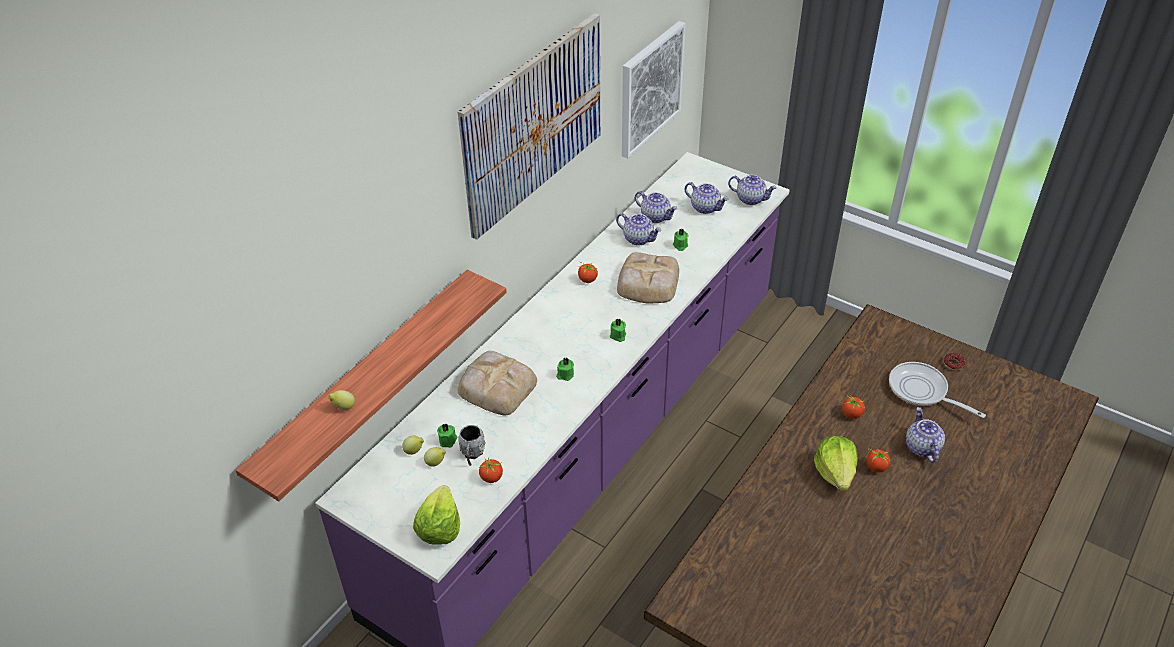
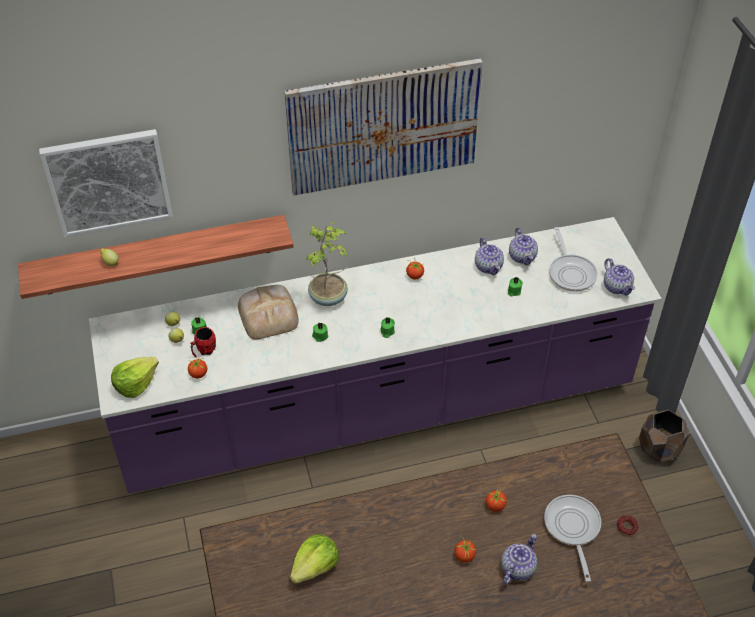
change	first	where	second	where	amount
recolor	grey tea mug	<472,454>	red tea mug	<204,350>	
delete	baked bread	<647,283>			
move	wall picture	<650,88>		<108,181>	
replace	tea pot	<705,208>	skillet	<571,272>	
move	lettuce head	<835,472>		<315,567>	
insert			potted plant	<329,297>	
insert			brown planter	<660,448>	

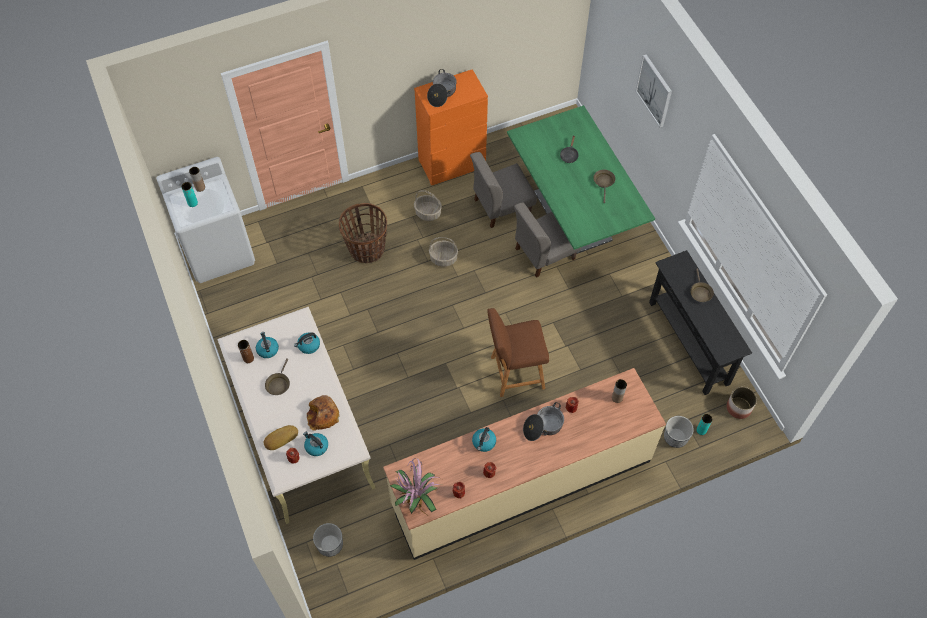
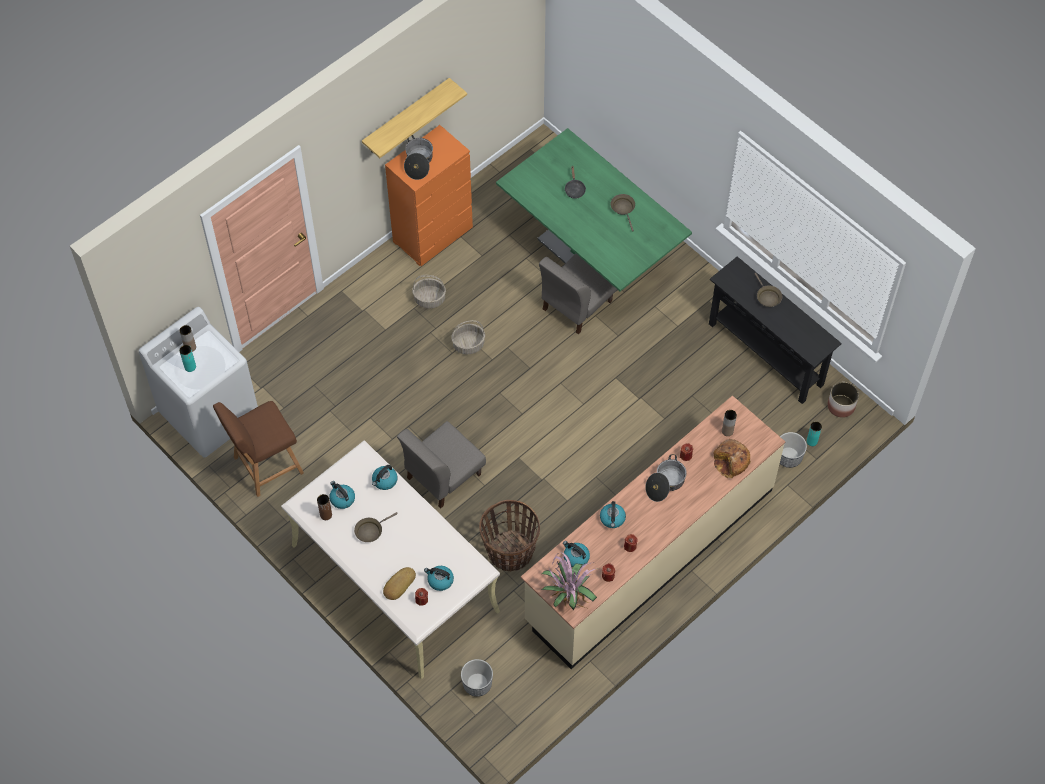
change	first	where	second	where	amount
rotate	brown skillet	<278,384>		<370,530>	60 degrees clockwise
move	baked bread	<322,416>		<731,461>	
move	household basket	<366,249>		<510,552>	
move	grey chair	<501,206>		<443,476>	
move	brown sitting stool	<514,373>		<265,467>	
delete	wall picture	<654,90>			
insert			wall shelf	<406,117>	
insert			water kettle	<575,557>	

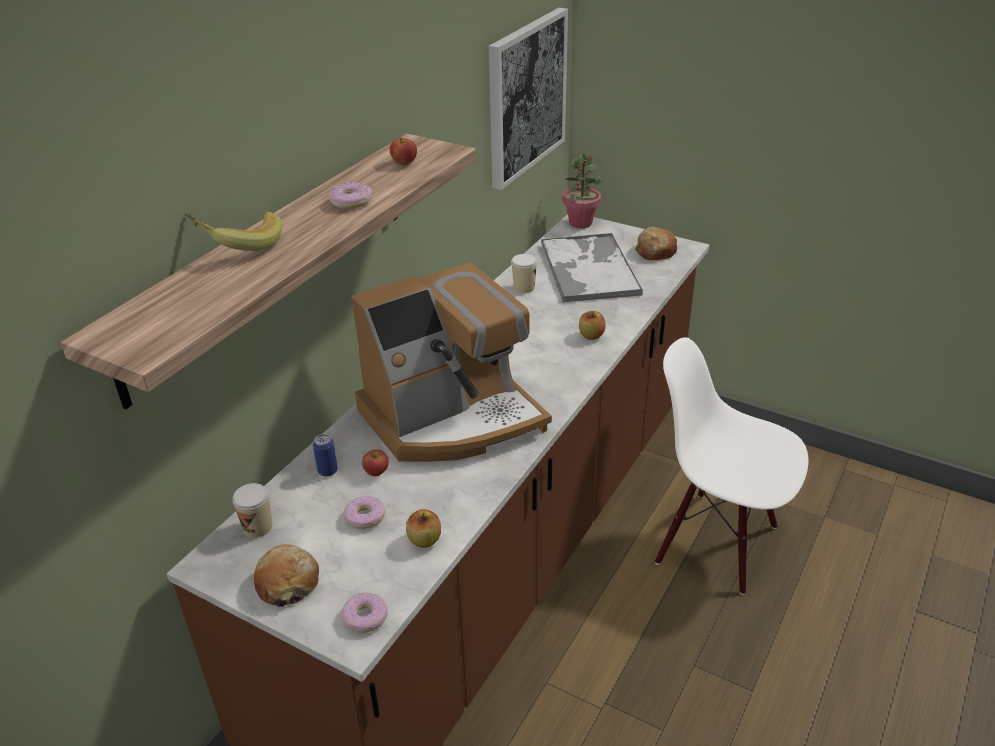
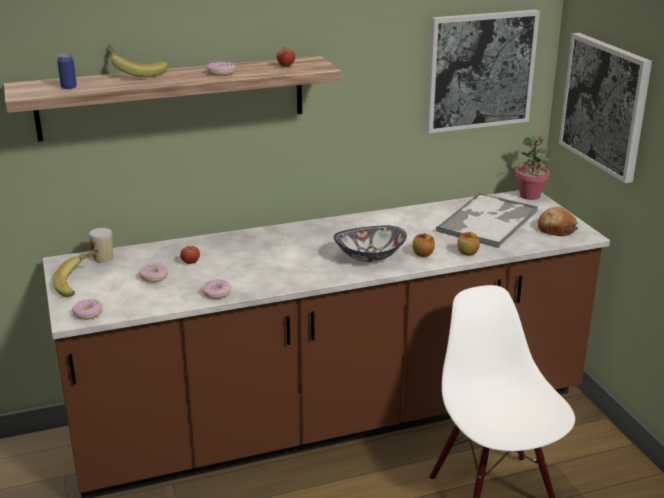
change	first	where	second	where	amount
replace	baked bread	<288,583>	whole banana	<80,285>	
move	can	<327,471>		<69,87>	
delete	coffee brewer	<452,418>			
move	apple	<424,540>		<467,253>	
delete	small cup	<524,288>			
insert			doughnut	<217,293>	
insert			deep dish	<370,257>	
insert			wall picture	<605,105>	

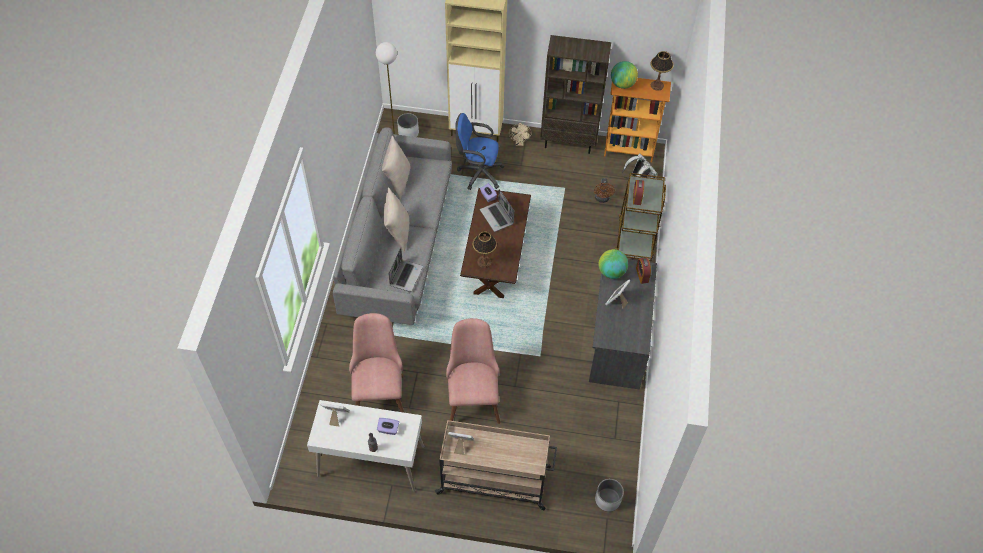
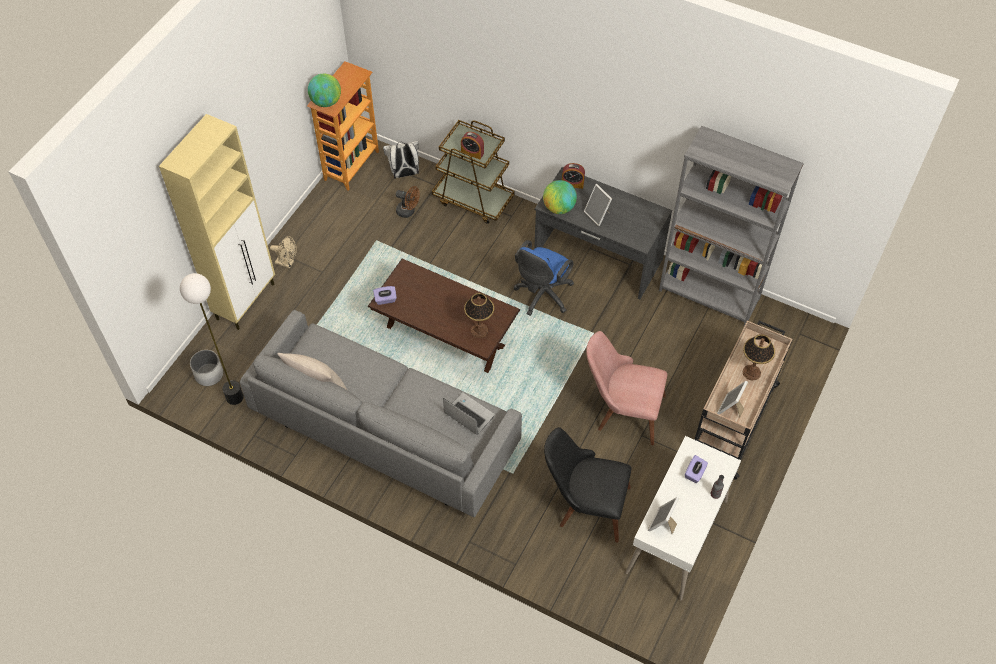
change	first	where	second	where	amount
recolor	pink-coloured chair	<379,389>	black chair	<584,505>	
delete	beige-coloured cushion	<397,232>			
move	blue desk chair	<478,173>		<542,296>	
delete	notebook computer	<497,217>			
delete	brown bookshelf	<569,142>			
delete	white planter	<607,499>			
move	lamp for a table	<657,85>		<751,372>	
insert			grey bookshelf	<709,294>	

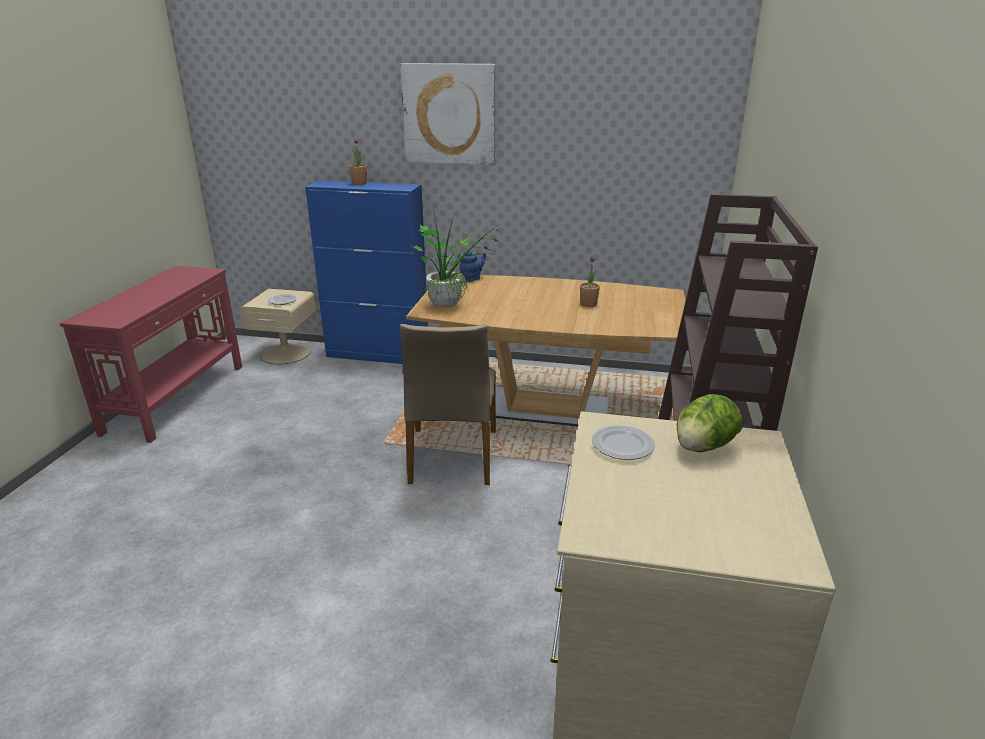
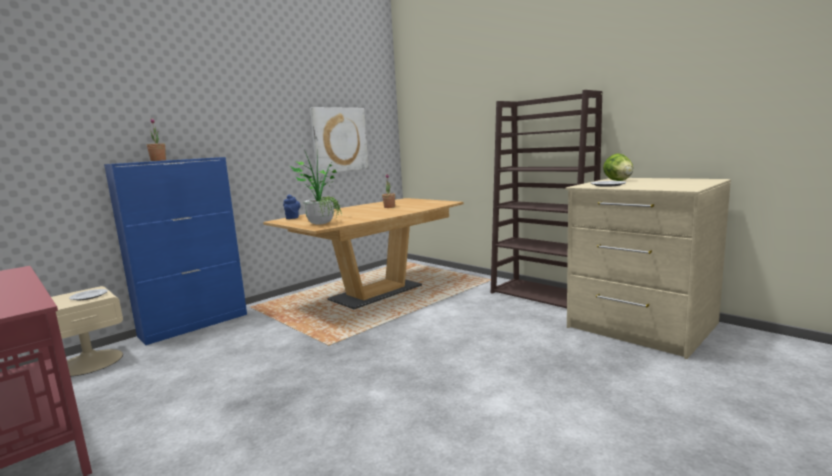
change	first	where	second	where	amount
move	wall picture	<449,114>		<339,140>	
delete	beige-coloured chair	<452,457>			

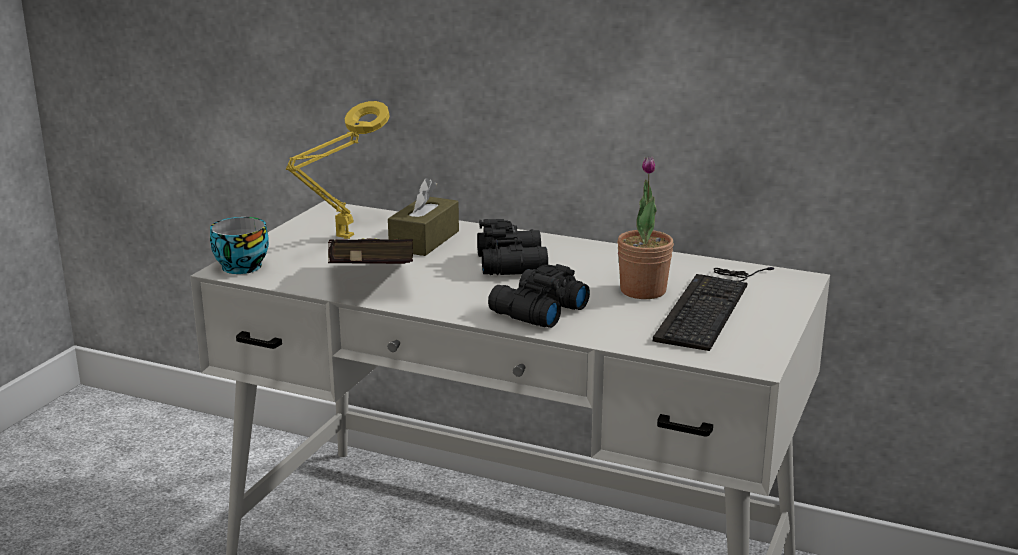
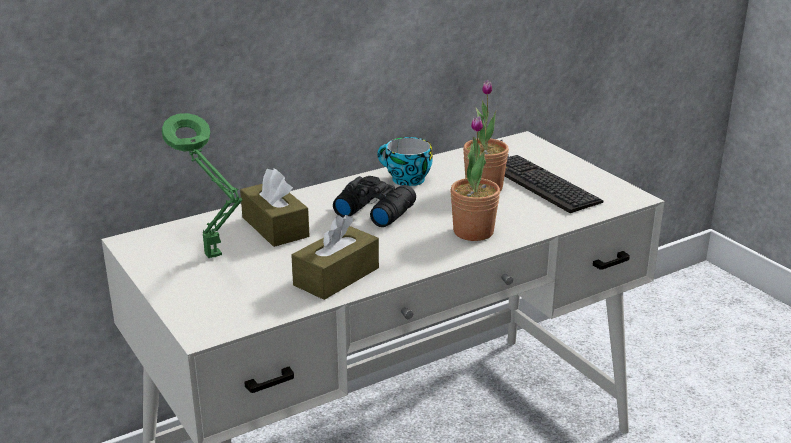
change	first	where	second	where	amount
move	small cup	<240,266>		<405,180>	
recolor	yellow lamp for a table	<342,239>	greenish lamp for a table	<215,258>	
replace	red book	<369,284>	brown box of tissues	<336,276>	
replace	black pair of binoculars	<536,311>	potted plant	<473,232>	

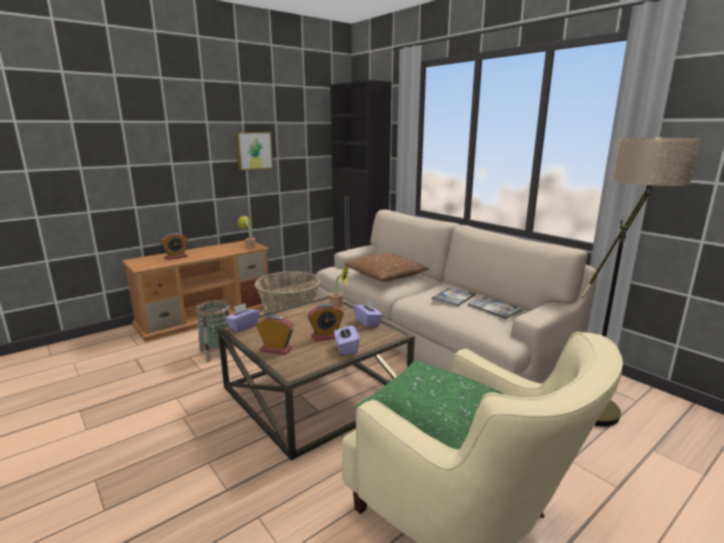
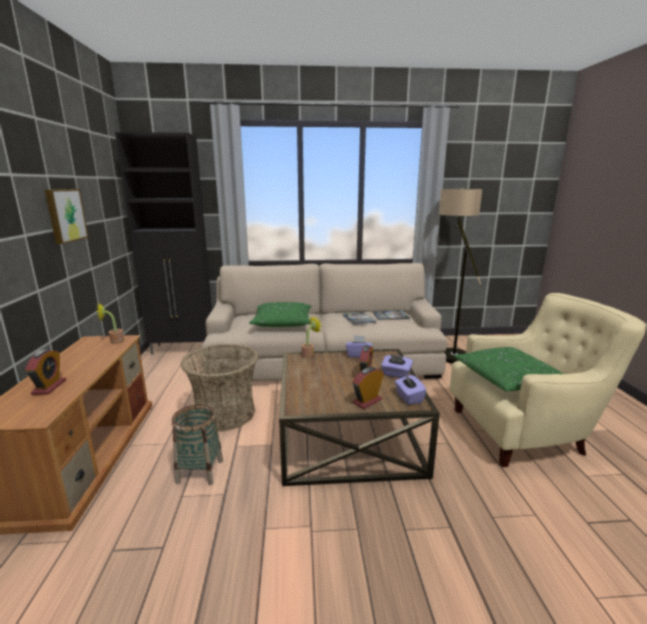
change	first	where	second	where	amount
move	purple box of tissues	<243,326>		<408,398>	
recolor	brown cushion	<385,275>	greenish cushion	<282,322>	

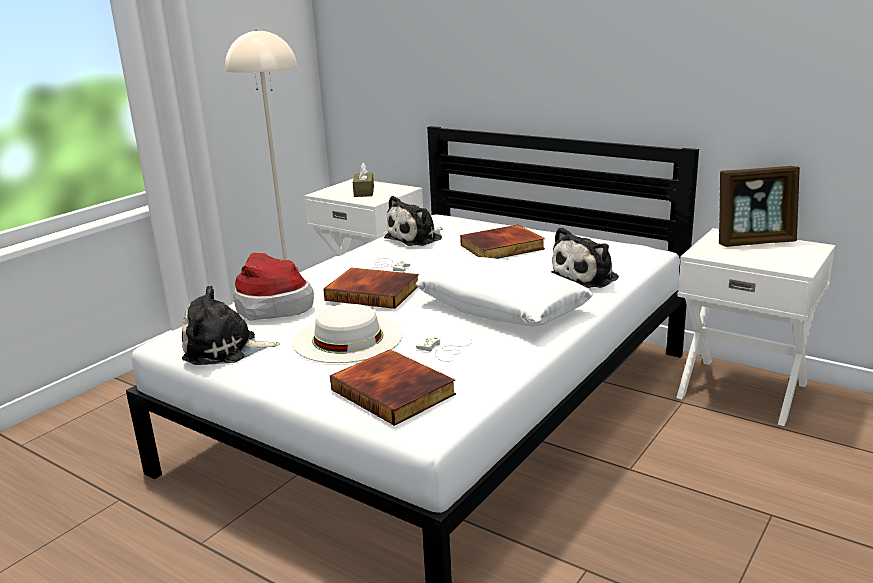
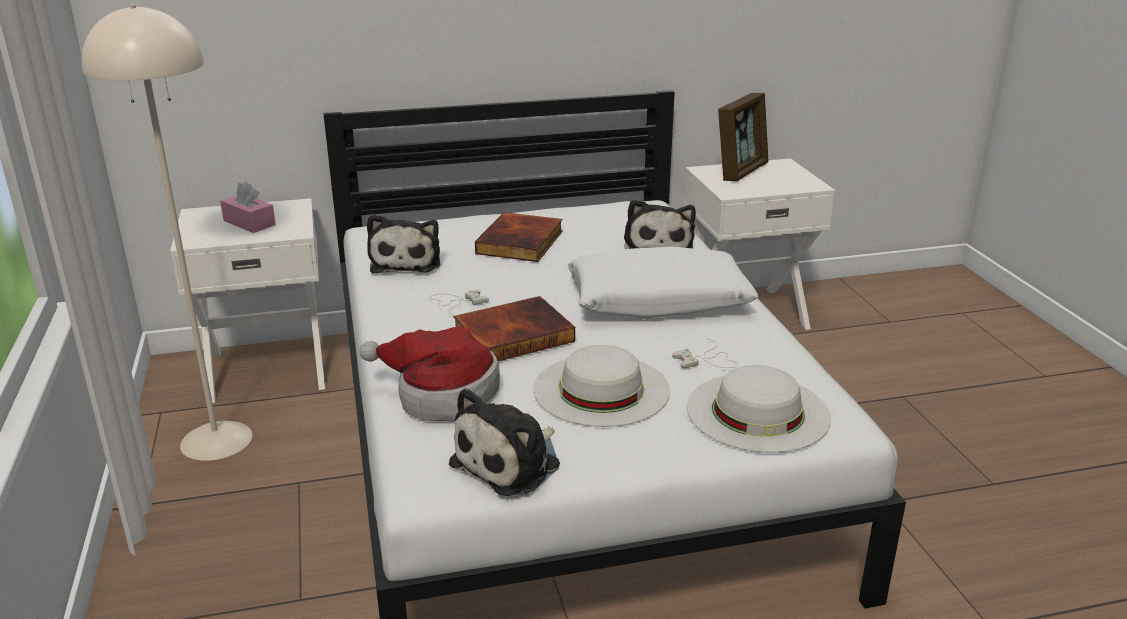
change	first	where	second	where	amount
replace	book	<395,391>	white clothing hat	<758,412>	
recolor	brown box of tissues	<364,192>	pink-coloured box of tissues	<249,223>	

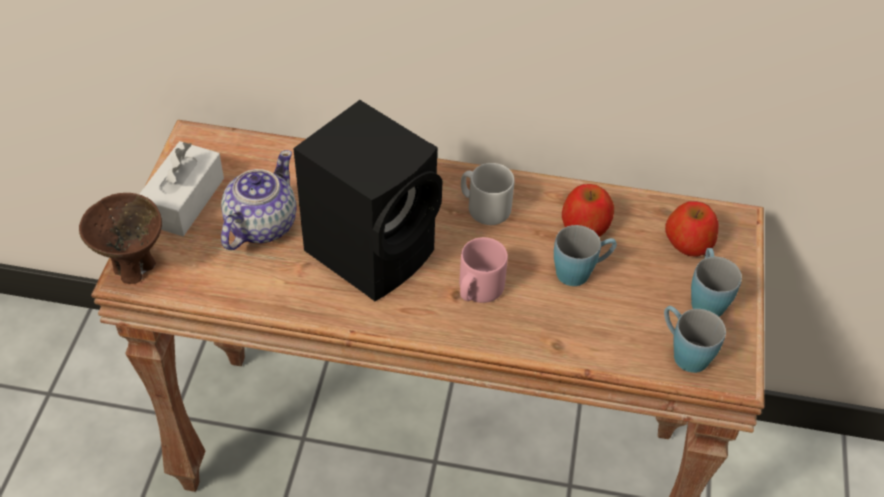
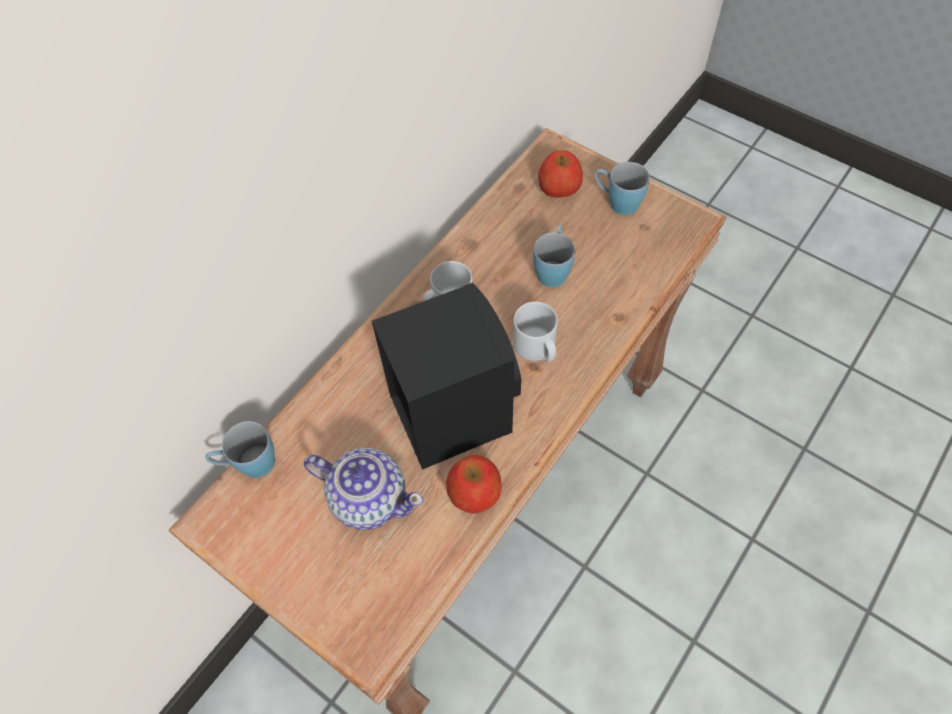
change	first	where	second	where	amount
delete	brown deep dish	<134,269>			
delete	white box of tissues	<184,201>			
rotate	tea pot	<260,225>		<368,498>	150 degrees clockwise
recolor	pink-coloured tea mug	<478,290>	grey tea mug	<536,348>	
move	apple	<585,226>		<475,491>	
move	blue tea mug	<683,352>		<249,465>	

